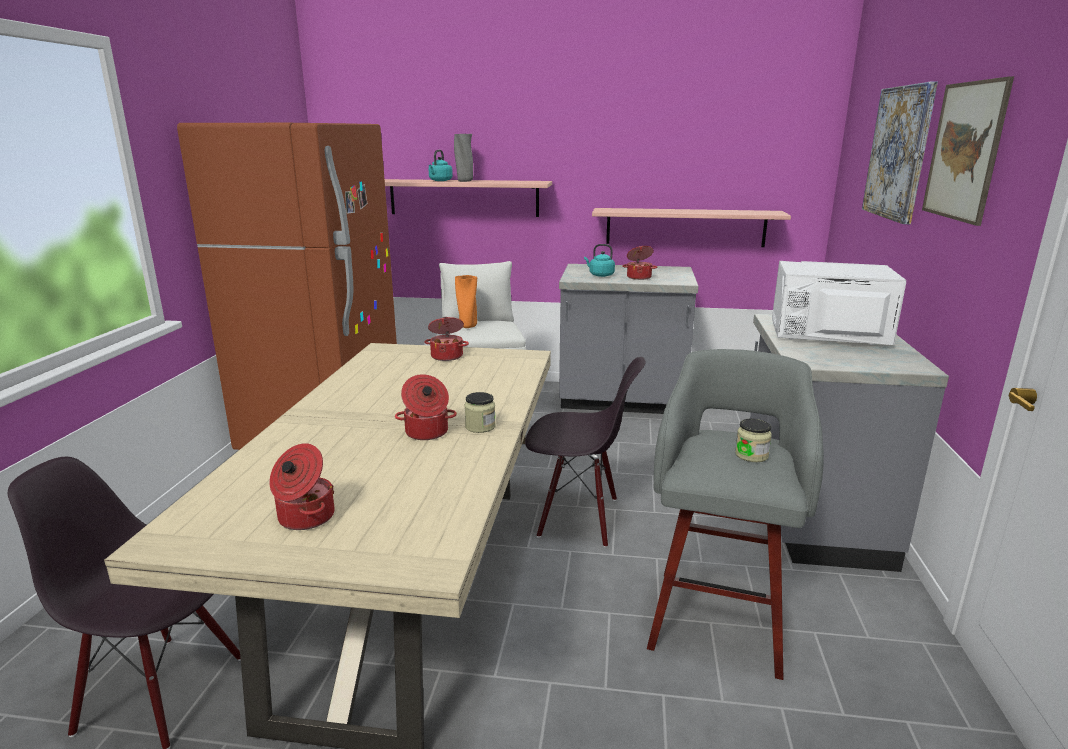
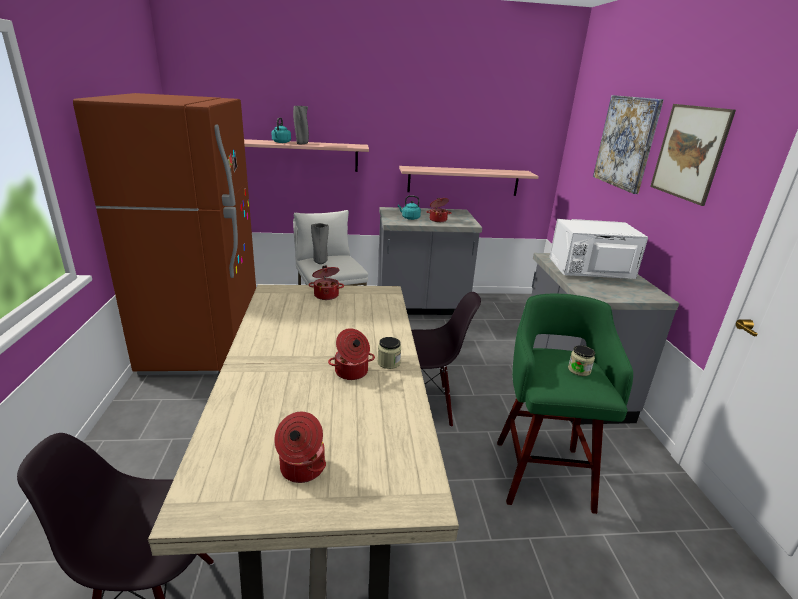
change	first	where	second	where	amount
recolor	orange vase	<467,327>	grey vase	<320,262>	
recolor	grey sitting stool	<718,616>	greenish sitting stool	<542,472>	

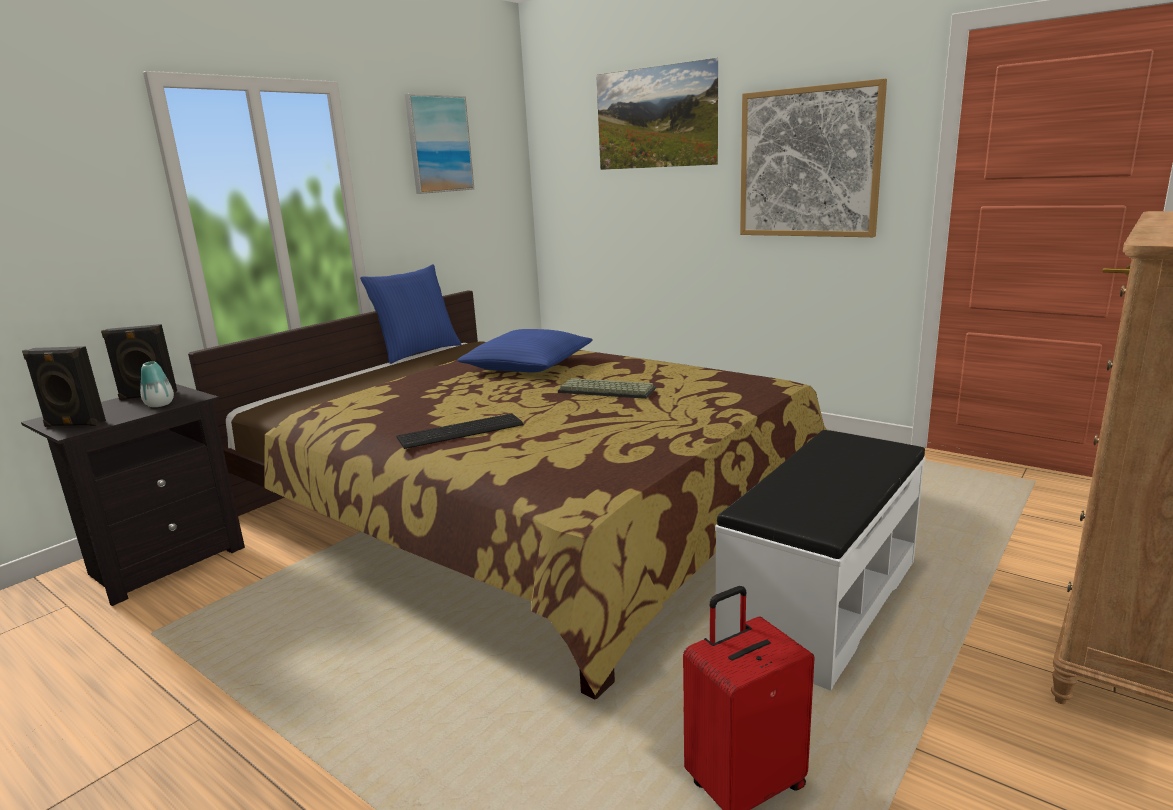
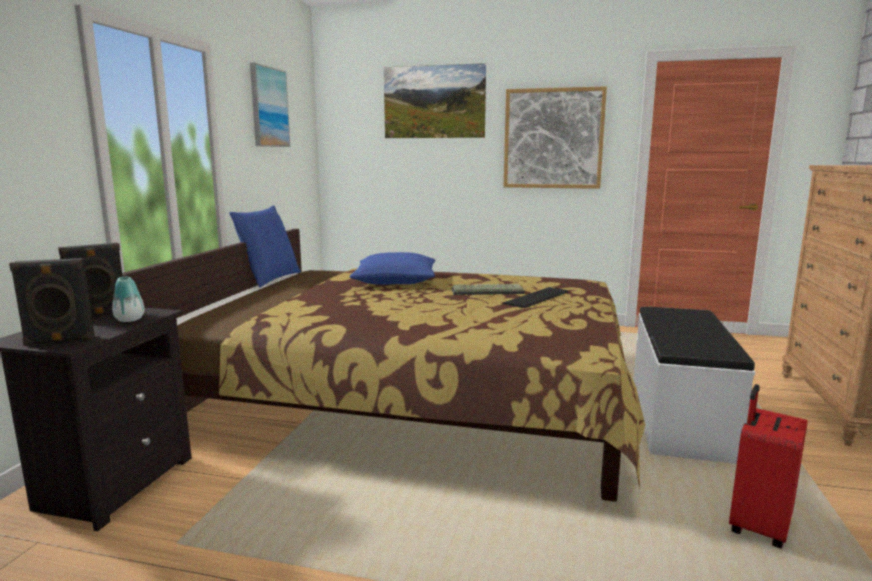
change	first	where	second	where	amount
move	PC keyboard	<462,431>		<538,297>	

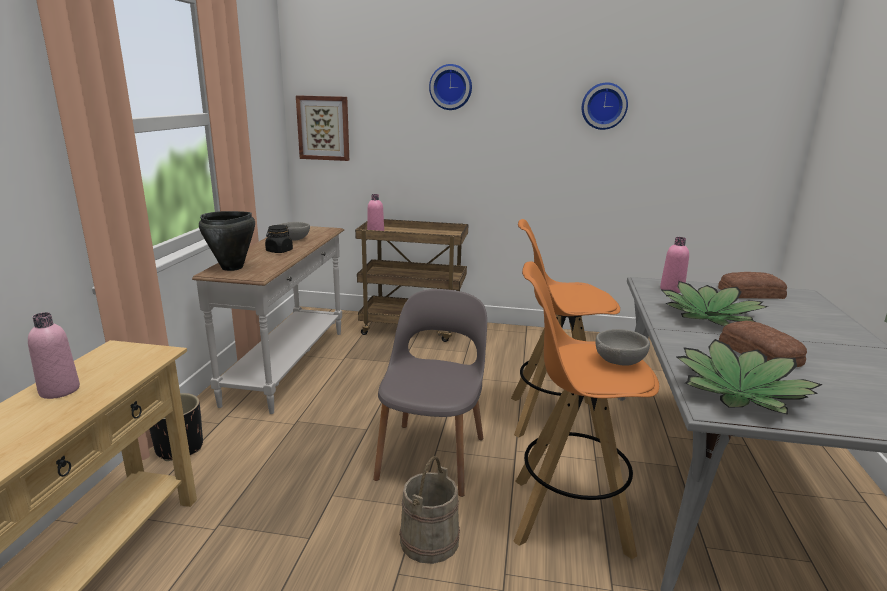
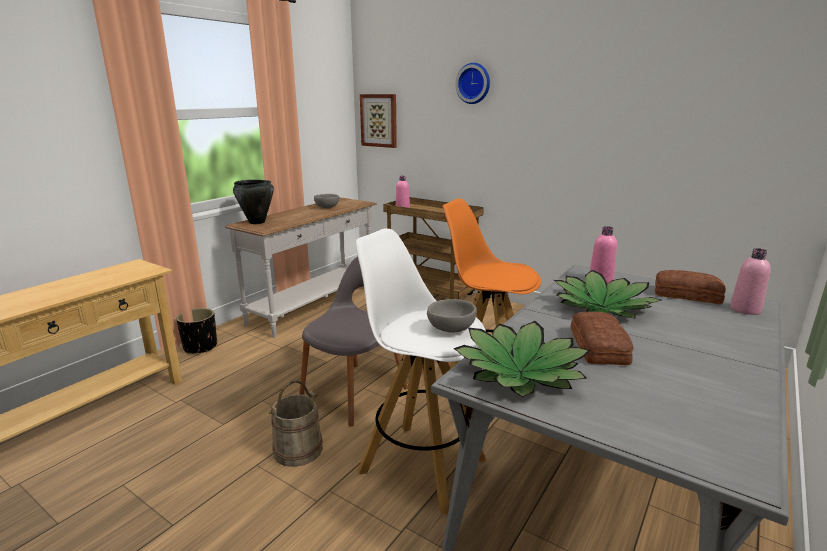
change	first	where	second	where	amount
move	pink-coloured drink bottle	<59,390>		<745,309>	
delete	black storage jar	<279,251>			
recolor	orange sitting stool	<568,515>	white sitting stool	<421,464>	
delete	clock on the wall	<604,106>			

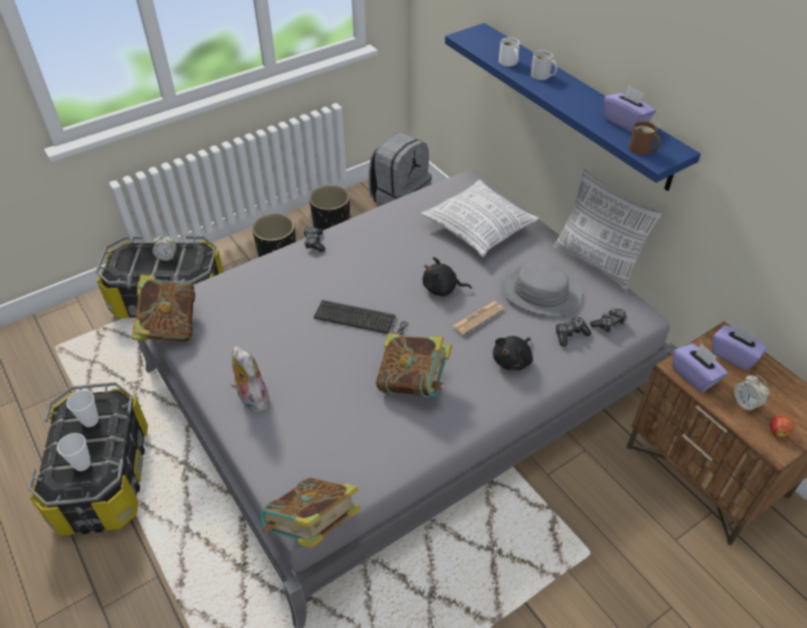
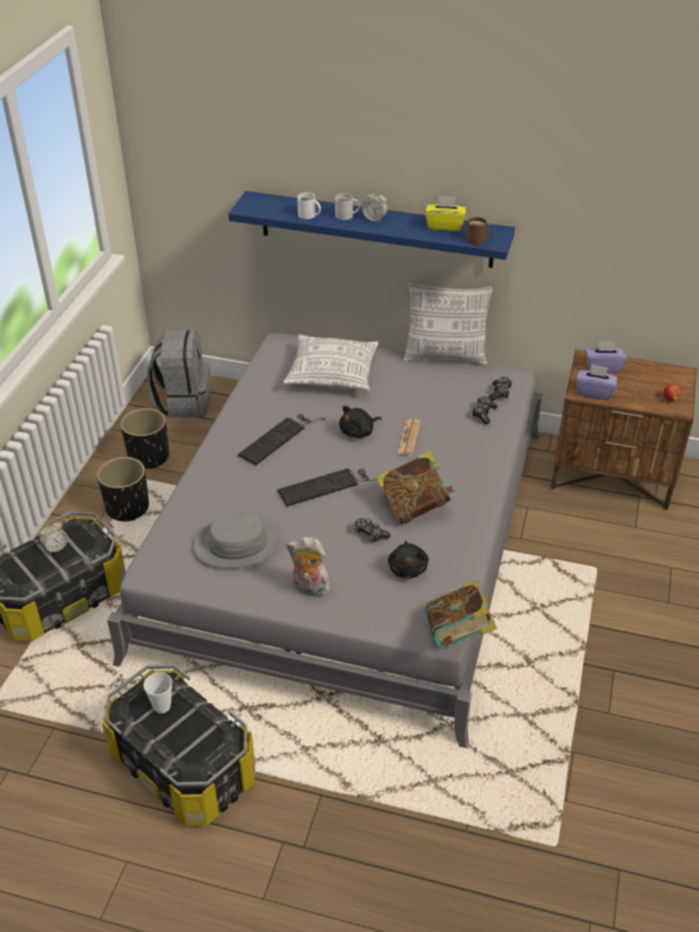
change	first	where	second	where	amount
delete	small cup	<82,464>			
delete	book	<169,327>			
move	game controller	<314,242>		<370,534>	
move	black cuddly toy	<513,360>		<407,568>	
move	grey clothing hat	<540,291>		<237,543>	
recolor	purple box of tissues	<625,122>	yellow box of tissues	<445,226>	
move	table clock	<745,403>		<374,219>	
insert			PC keyboard	<279,437>	

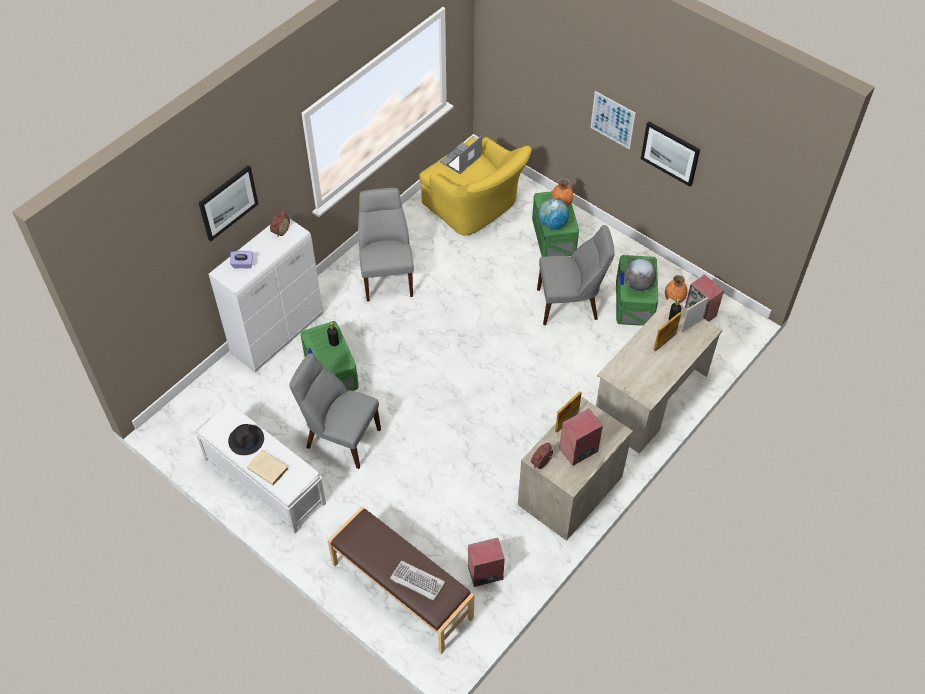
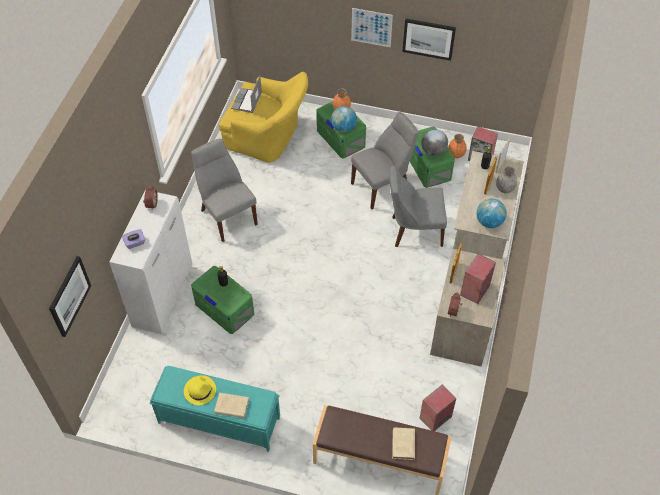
change	first	where	second	where	amount
recolor	white long seat	<264,480>	turquoise-coloured long seat	<218,419>	
move	wall picture	<228,202>		<69,296>	
recolor	black clothing hat	<246,440>	yellow clothing hat	<200,390>	
move	grey chair	<340,437>		<414,231>	
replace	PC keyboard	<417,581>	beige-coloured book	<403,445>	
insert			desk globe	<489,222>	
insert			grey vase	<504,189>	

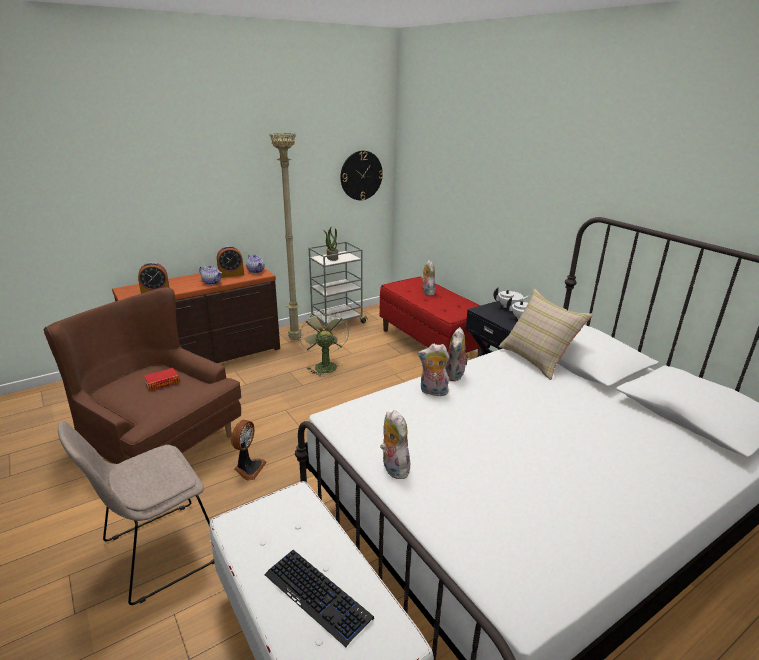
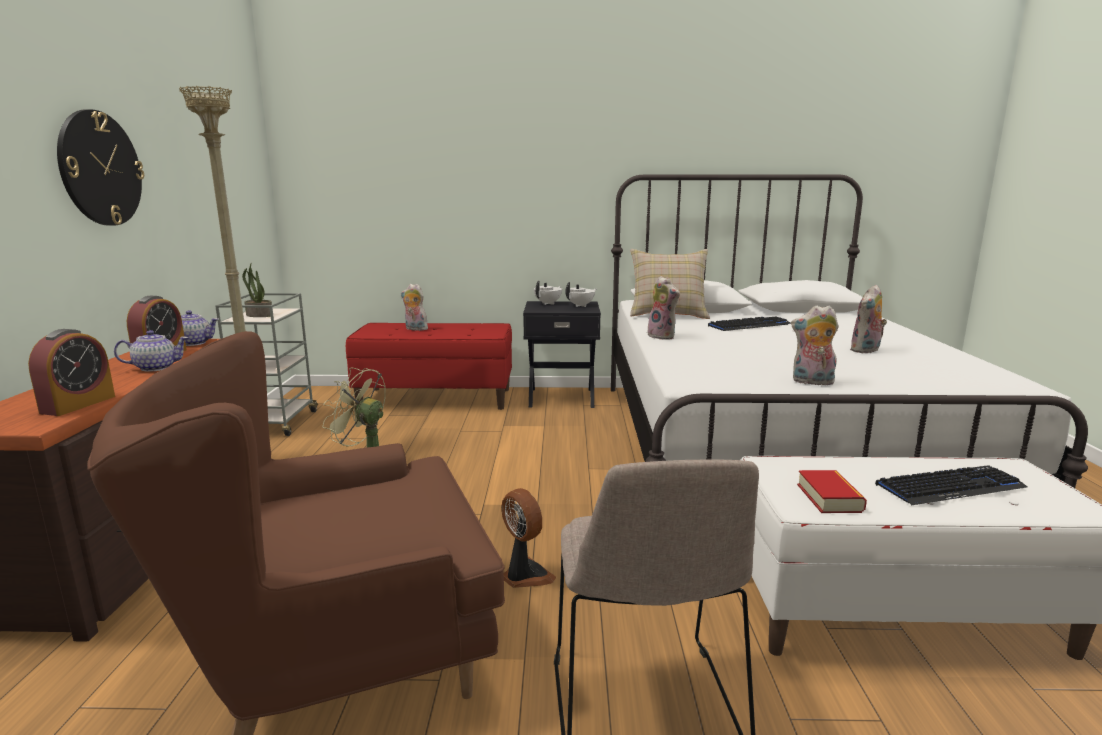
change	first	where	second	where	amount
move	book	<162,382>		<829,498>	
move	clock on the wall	<361,175>		<100,169>	
move	cuddly toy	<432,392>		<866,350>	
insert			PC keyboard	<749,325>	

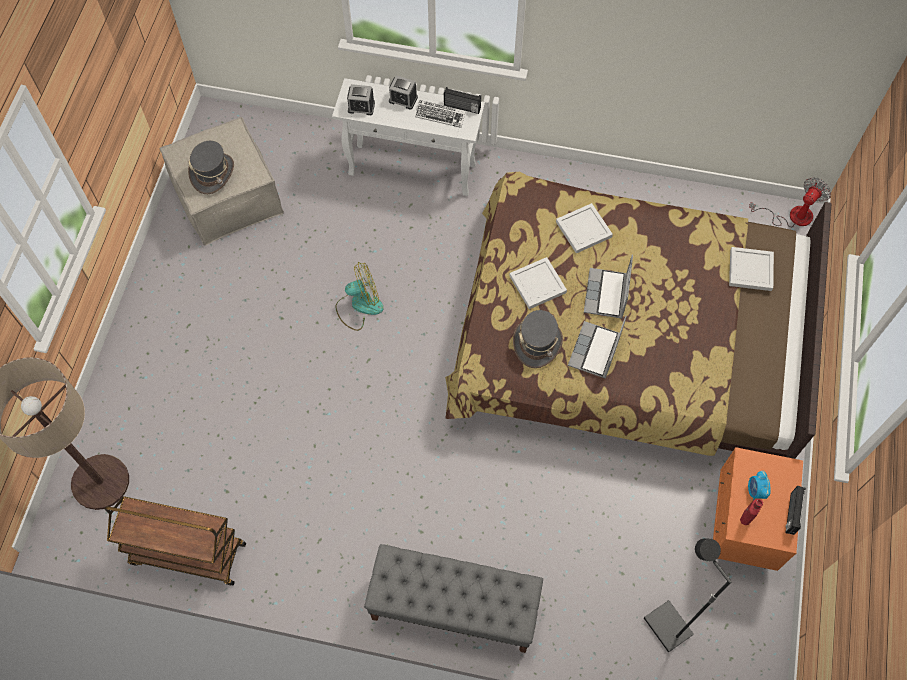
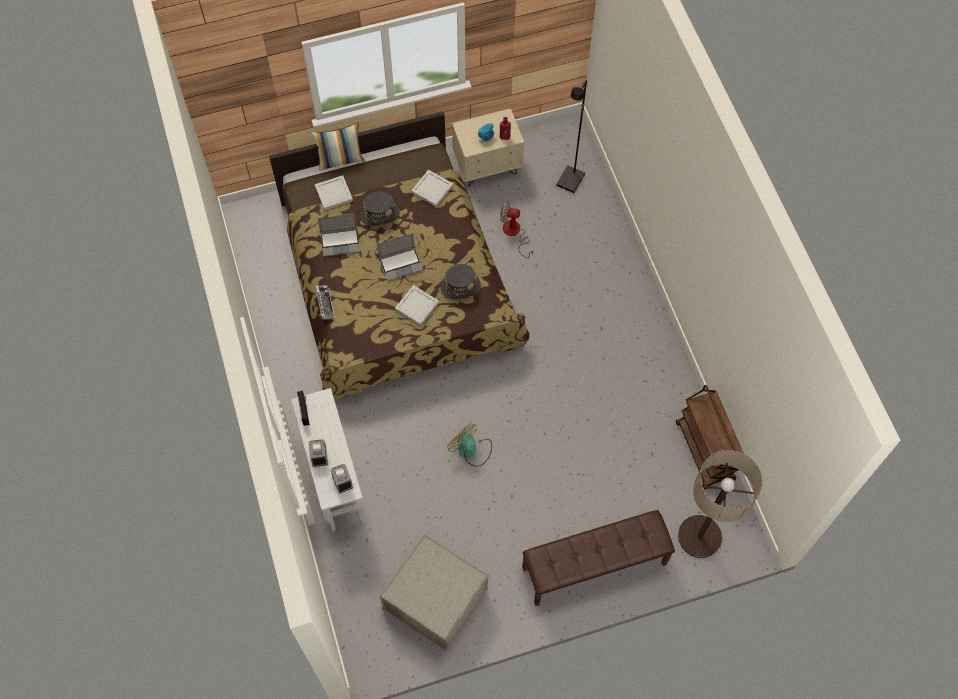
change	first	where	second	where	amount
move	grey clothing hat	<213,173>		<380,214>	
delete	grey long seat	<453,608>			
move	PC keyboard	<440,115>		<325,303>	
move	white tray	<582,229>		<432,190>	
move	notebook computer	<595,351>		<341,242>	
recolor	orange nightstand	<742,527>	beige-coloured nightstand	<487,167>	
move	electric fan	<791,216>		<514,233>	
delete	radio set	<791,513>			
insert			cushion	<340,159>	
insert			brown long seat	<594,566>	

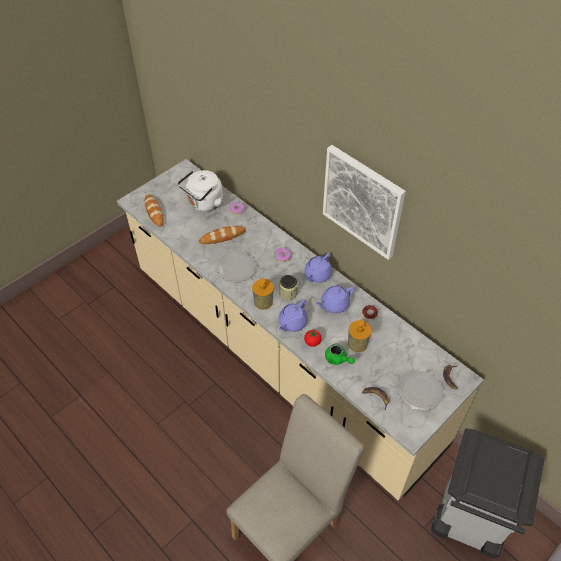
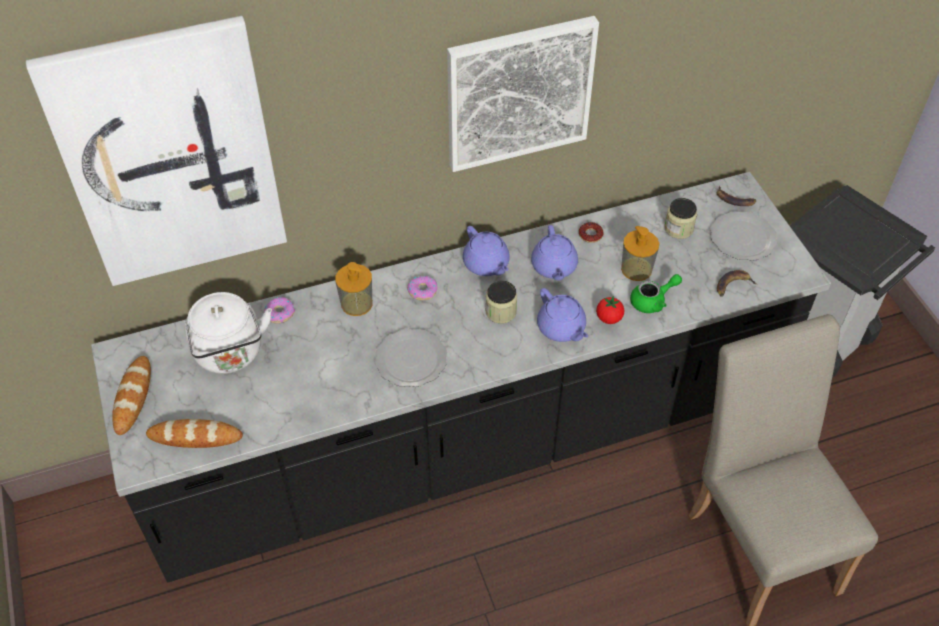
change	first	where	second	where	amount
recolor	beige-coloured counter	<280,355>	black counter	<469,442>	
move	baked bread	<222,237>		<133,397>	
move	liquid soap bottle	<263,301>		<356,303>	
insert			wall picture	<170,156>	
insert			storage jar	<678,228>	

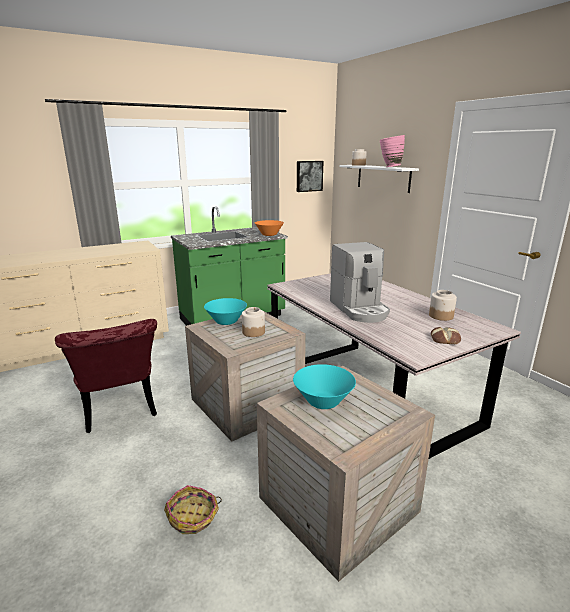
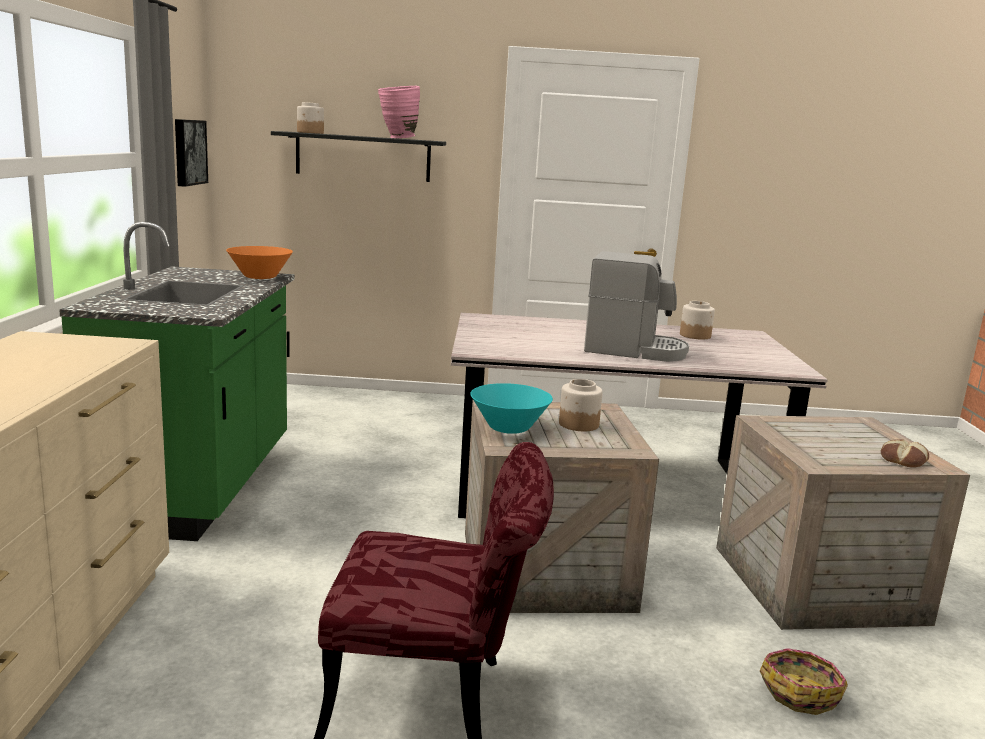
change	first	where	second	where	amount
delete	turquoise-coloured deep dish	<323,401>			
recolor	white wall shelf	<383,178>	black wall shelf	<363,157>	
move	baked bread	<445,339>		<902,459>	

